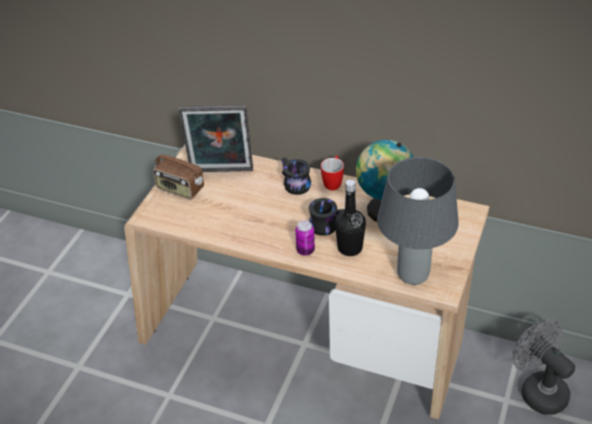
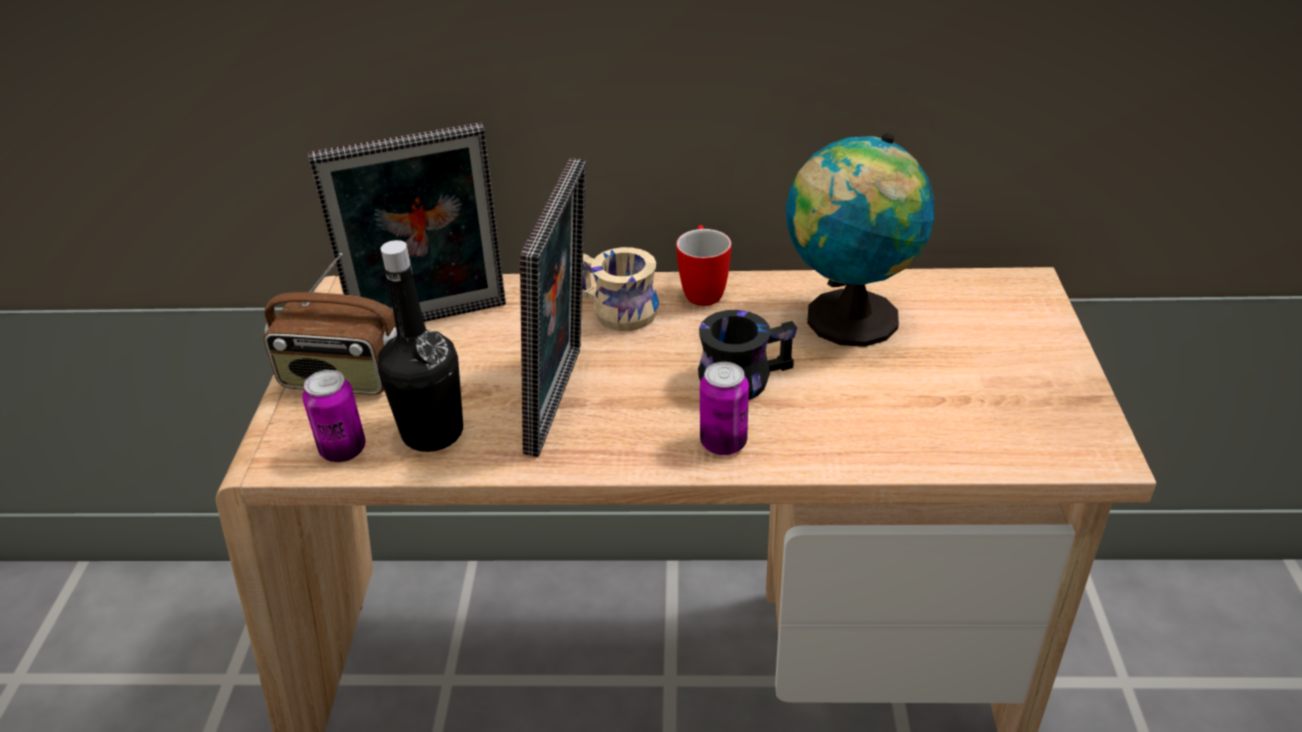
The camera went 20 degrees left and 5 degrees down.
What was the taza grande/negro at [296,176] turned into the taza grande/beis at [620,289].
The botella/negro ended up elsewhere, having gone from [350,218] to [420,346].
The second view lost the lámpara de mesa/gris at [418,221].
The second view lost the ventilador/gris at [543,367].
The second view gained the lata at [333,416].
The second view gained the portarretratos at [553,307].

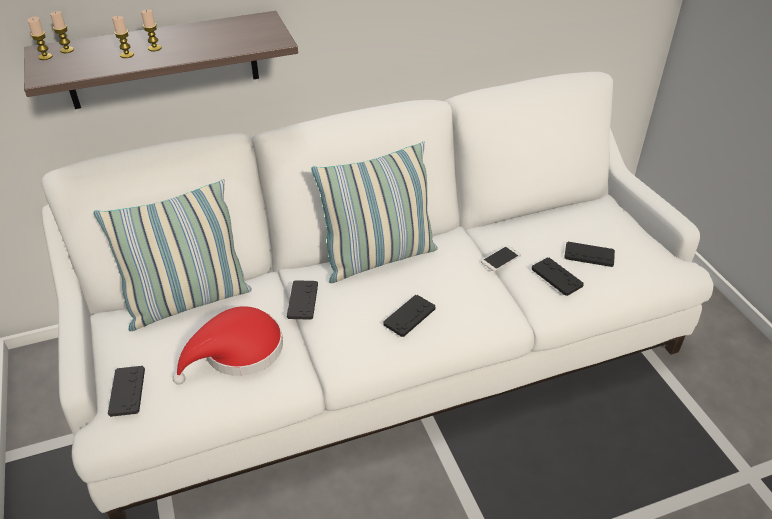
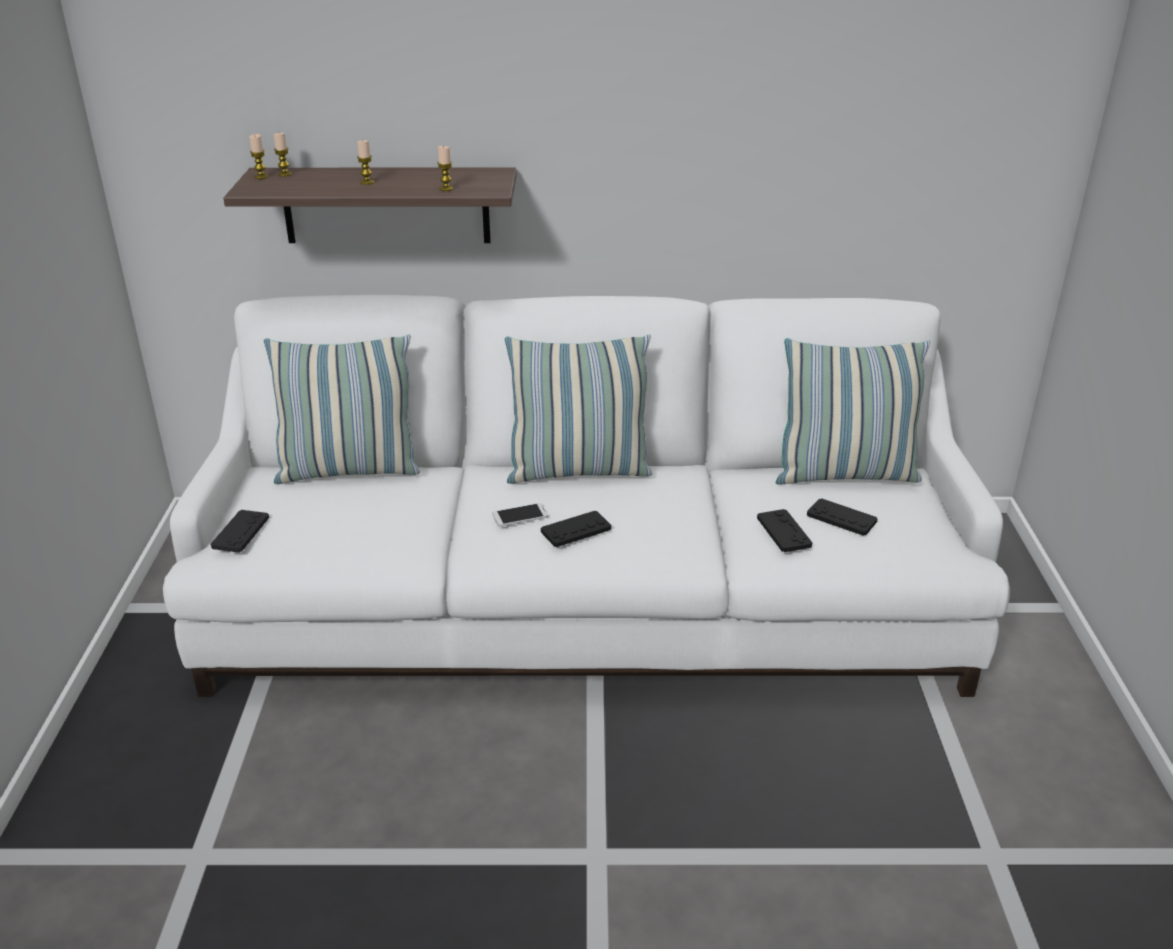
The camera went 20 degrees right and 10 degrees down.
The vela ended up elsewhere, having gone from [123,37] to [445,168].
The second view lost the sombrero/rojo at [228,345].
The second view lost the mando de consola/negro at [302,300].
The móvil ended up elsewhere, having gone from [501,258] to [520,515].
The second view gained the cojín at [853,411].

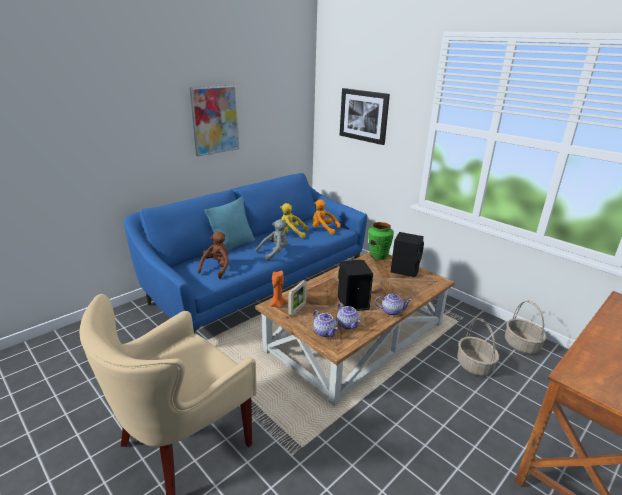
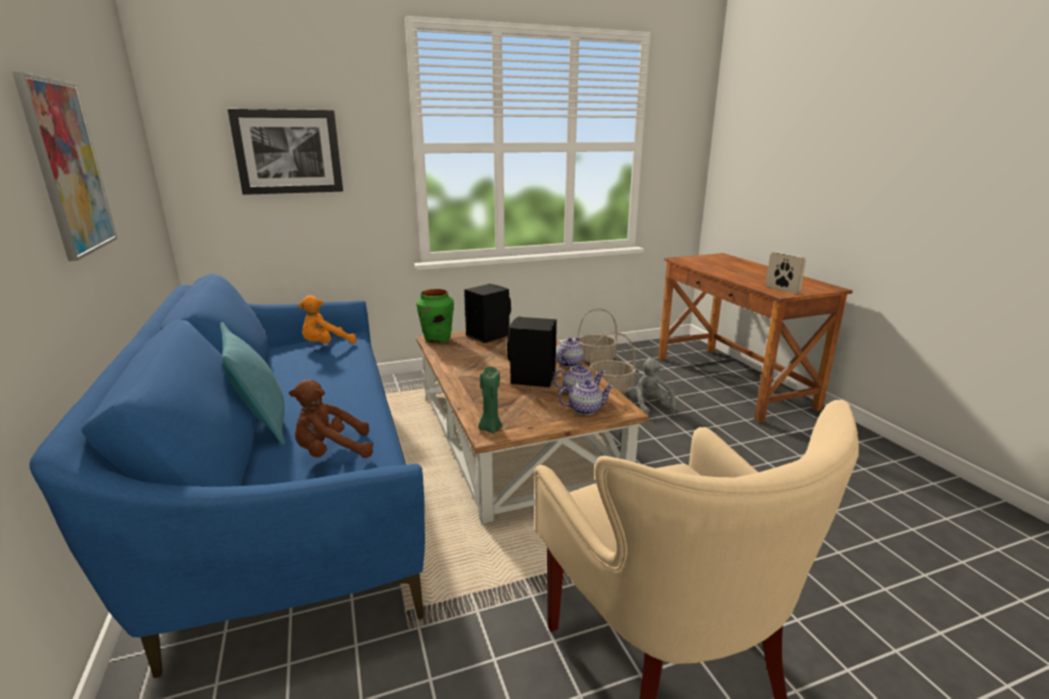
The camera went 65 degrees left and 5 degrees down.
The peluche/marrón at [213,254] ended up facing another way, 60 degrees counterclockwise from before.
The peluche/gris ended up elsewhere, having gone from [271,240] to [652,386].
What was the vela/naranja at [278,289] turned into the vela/verde at [490,400].
The second view lost the peluche/amarillo at [294,220].
The portarretratos ended up elsewhere, having gone from [298,298] to [785,273].

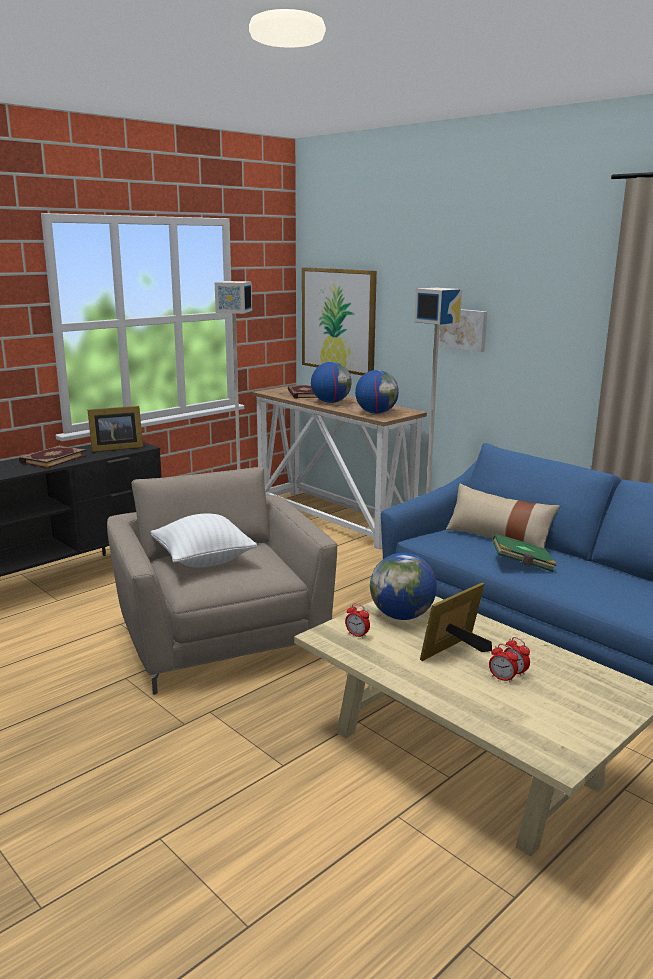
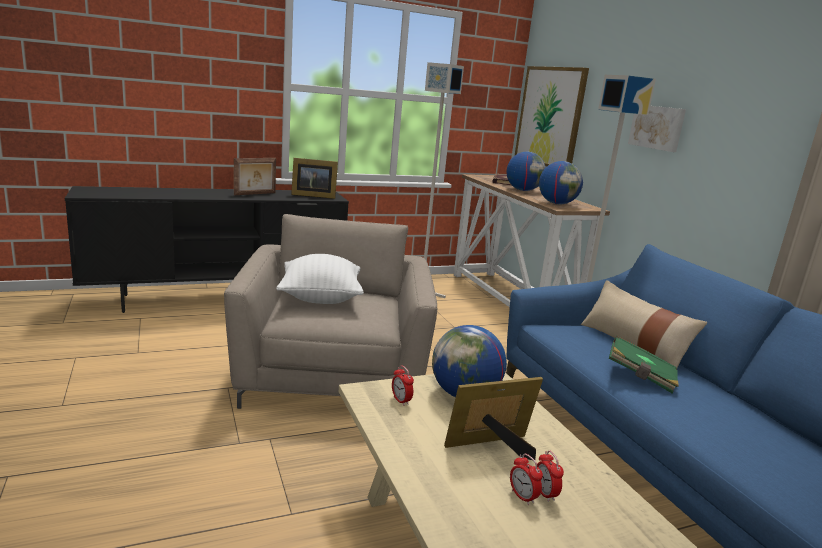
The camera went 20 degrees right and 0 degrees up.
Where the libro stood at [53,457], the portarretratos came to stand at [255,176].

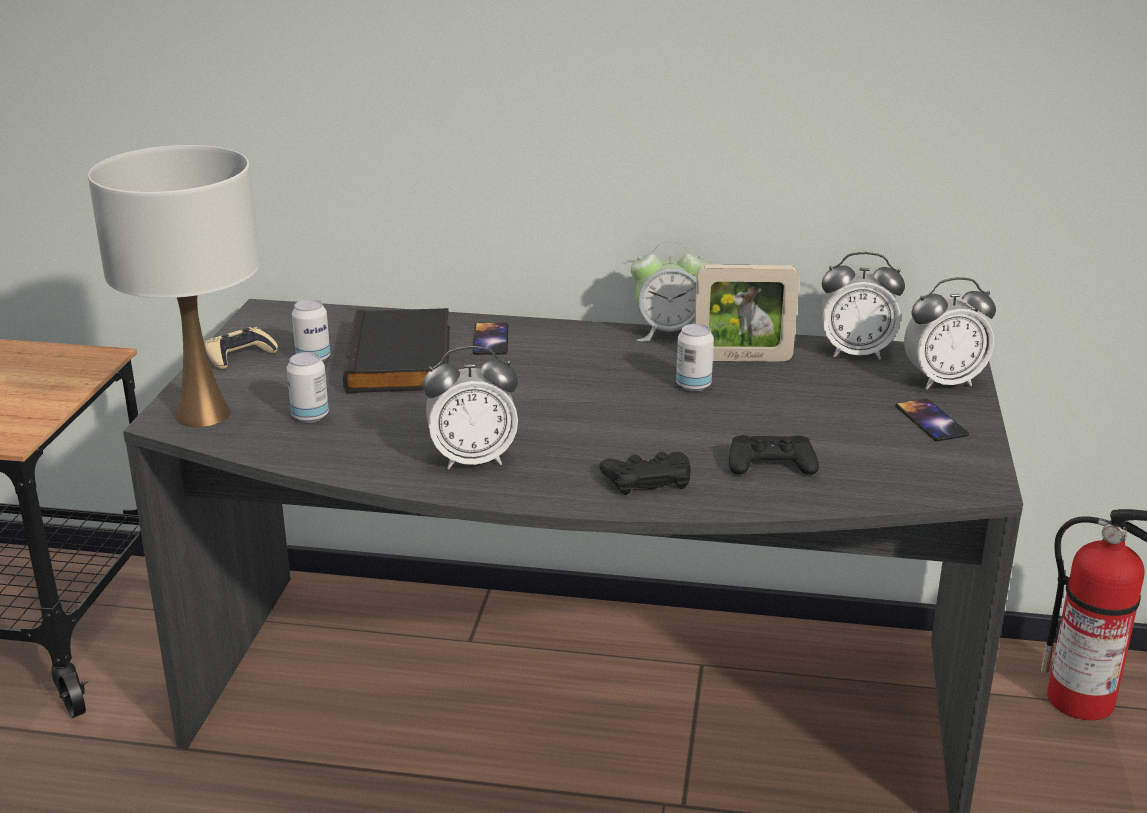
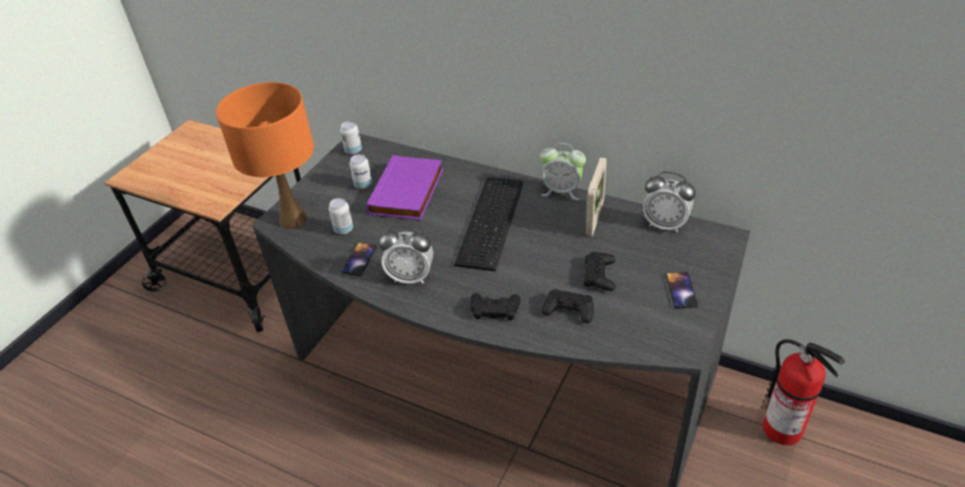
The camera went 20 degrees right and 15 degrees up.
What was the lámpara de mesa/blanco at [174,286] turned into the lámpara de mesa/naranja at [265,155].
The second view lost the mando de consola/beis at [241,348].
What was the libro/negro at [396,351] turned into the libro/morado at [404,187].
The móvil ended up elsewhere, having gone from [490,339] to [359,259].
The lata ended up elsewhere, having gone from [695,357] to [351,137].
The portarretratos at [747,313] ended up facing another way, 90 degrees counterclockwise from before.
The second view lost the despertador at [950,333].
The second view gained the teclado at [489,224].
The second view gained the mando de consola/negro at [600,271].

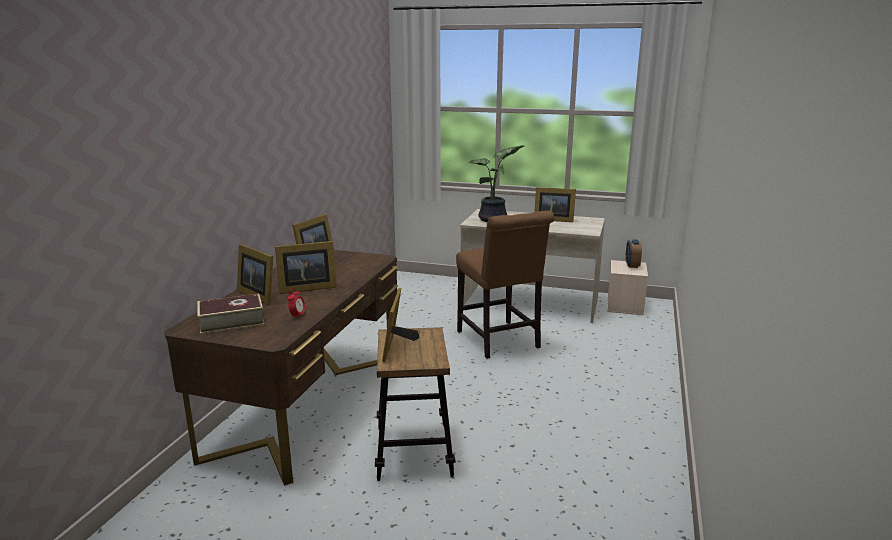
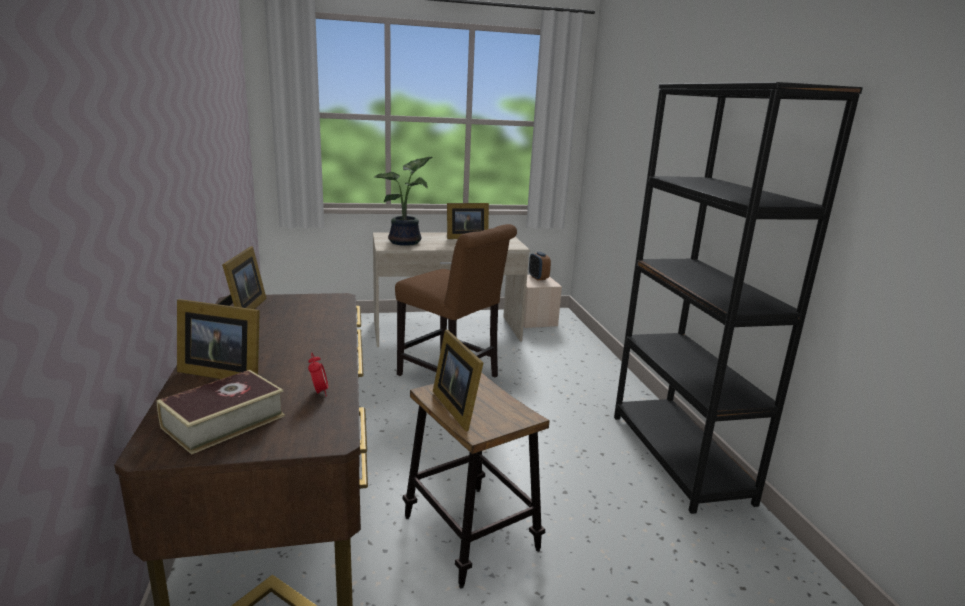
The camera went 30 degrees left and 0 degrees up.
The second view lost the portarretratos at [306,267].
The second view gained the estantería/negro at [738,298].

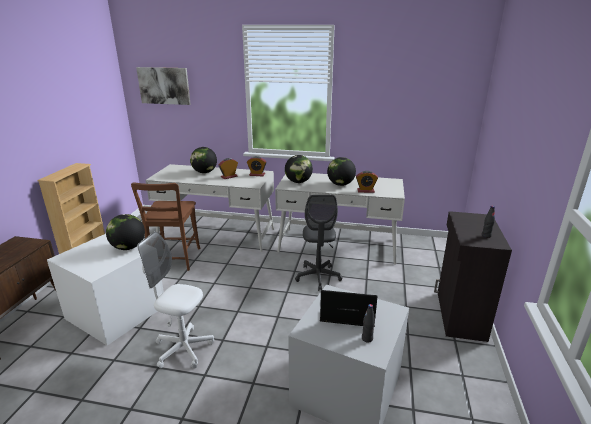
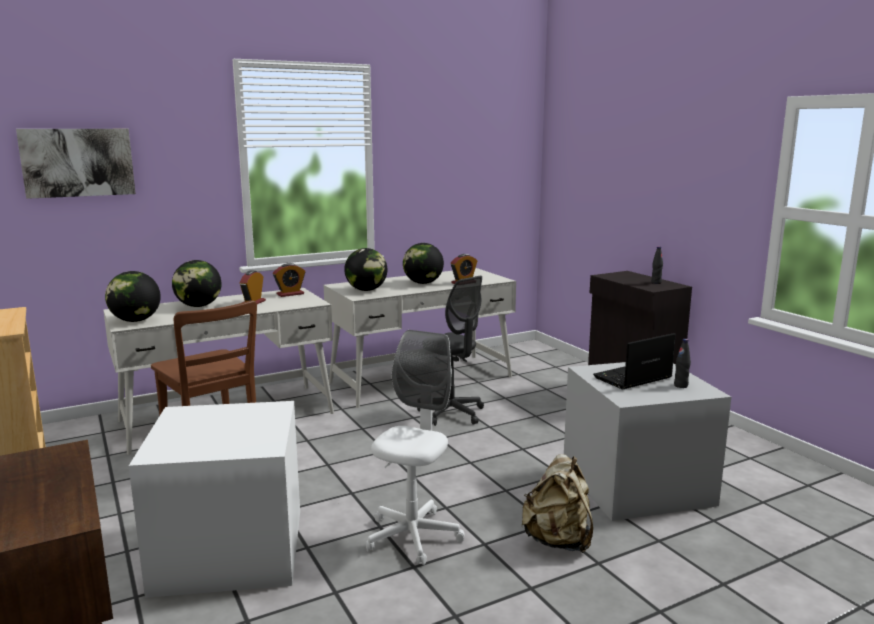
The camera went 40 degrees left and 10 degrees down.
The globo terráqueo ended up elsewhere, having gone from [125,232] to [133,296].
The silla de oficina/blanco at [175,300] ended up facing another way, 135 degrees clockwise from before.
The second view gained the mochila/beis at [557,503].

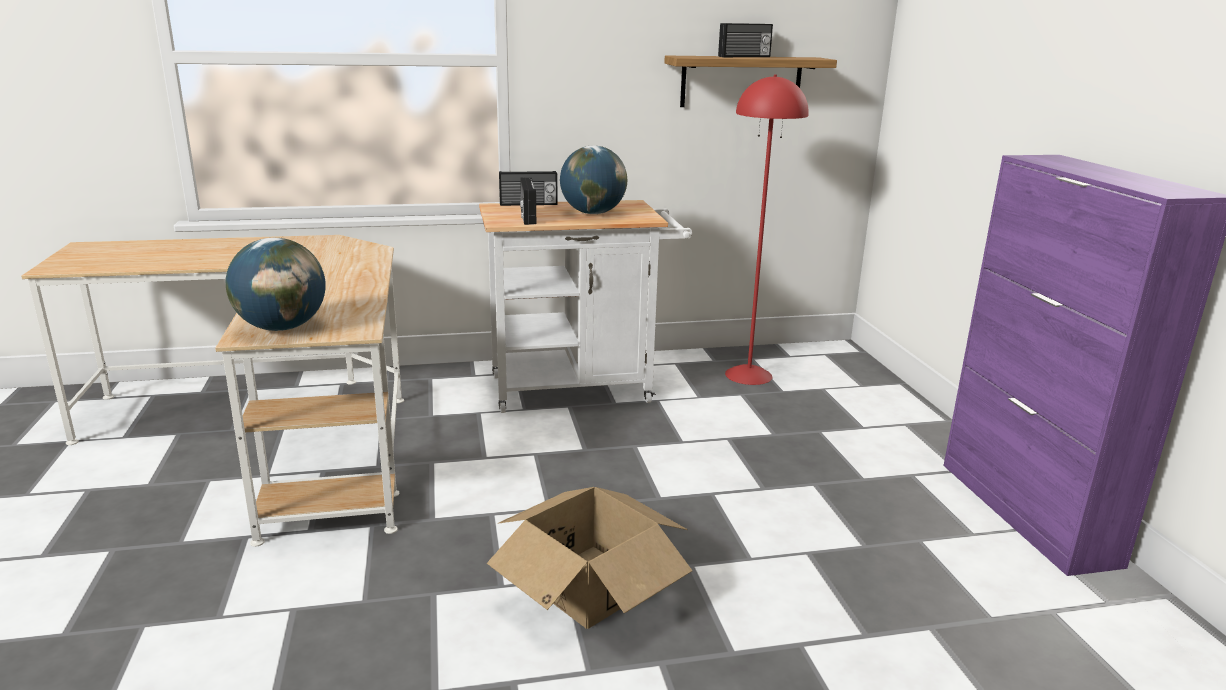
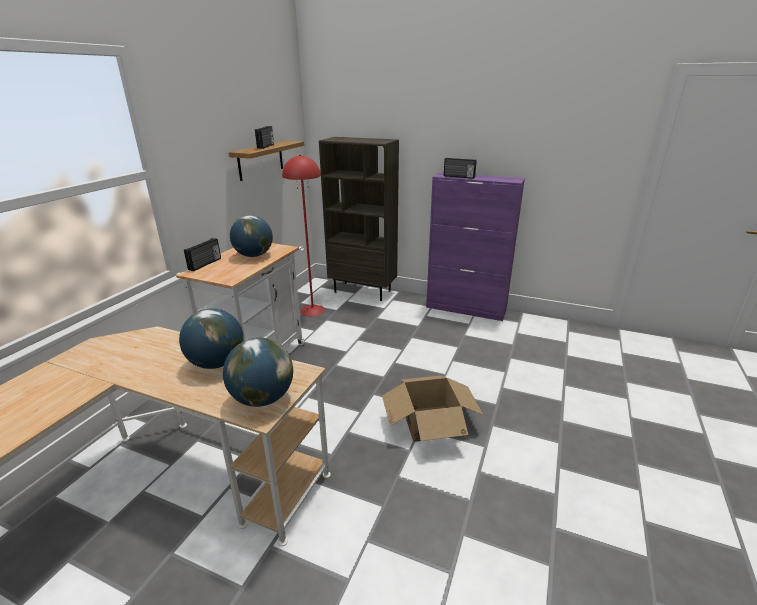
The camera went 55 degrees left and 5 degrees up.
The radio ended up elsewhere, having gone from [528,201] to [460,168].
The second view gained the globo terráqueo at [211,338].
The second view gained the estantería/marrón at [359,219].

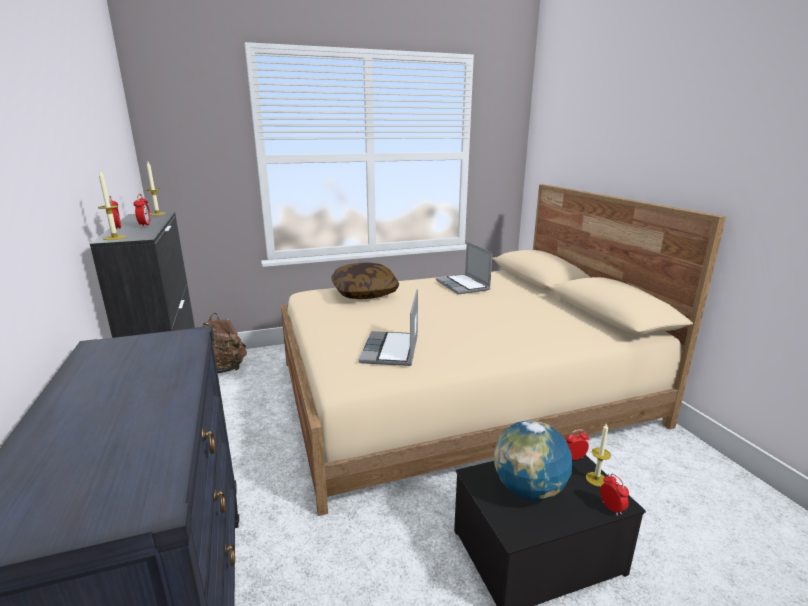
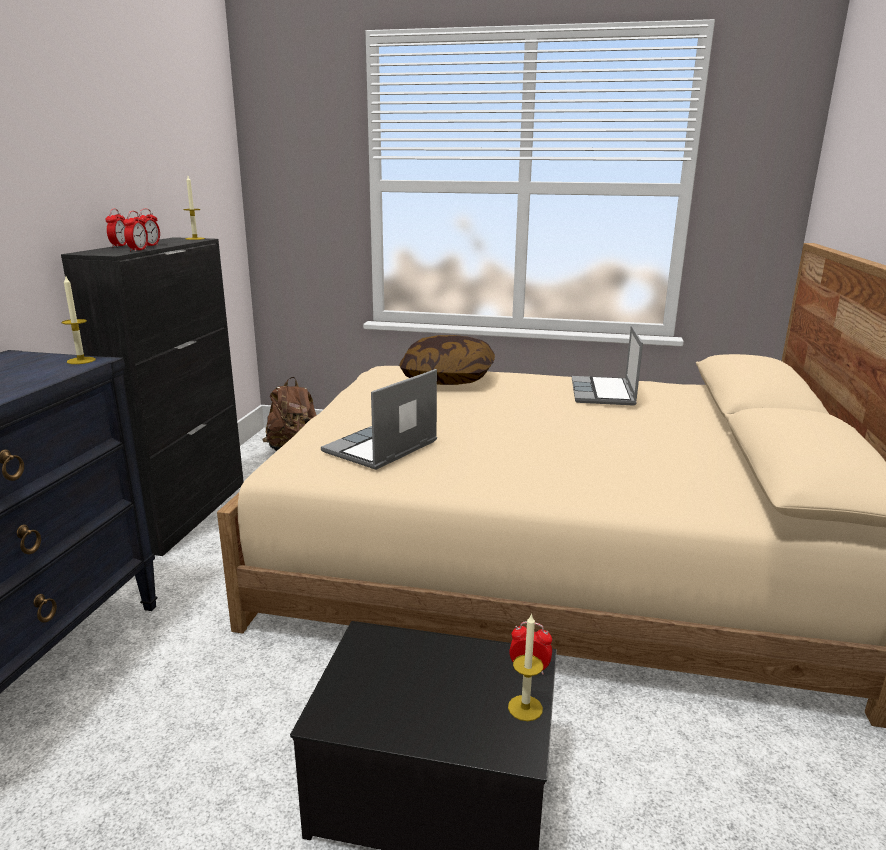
The camera went 30 degrees right and 0 degrees up.
The vela ended up elsewhere, having gone from [112,205] to [78,320].
The second view lost the globo terráqueo at [533,461].
The despertador ended up elsewhere, having gone from [614,494] to [135,231].

